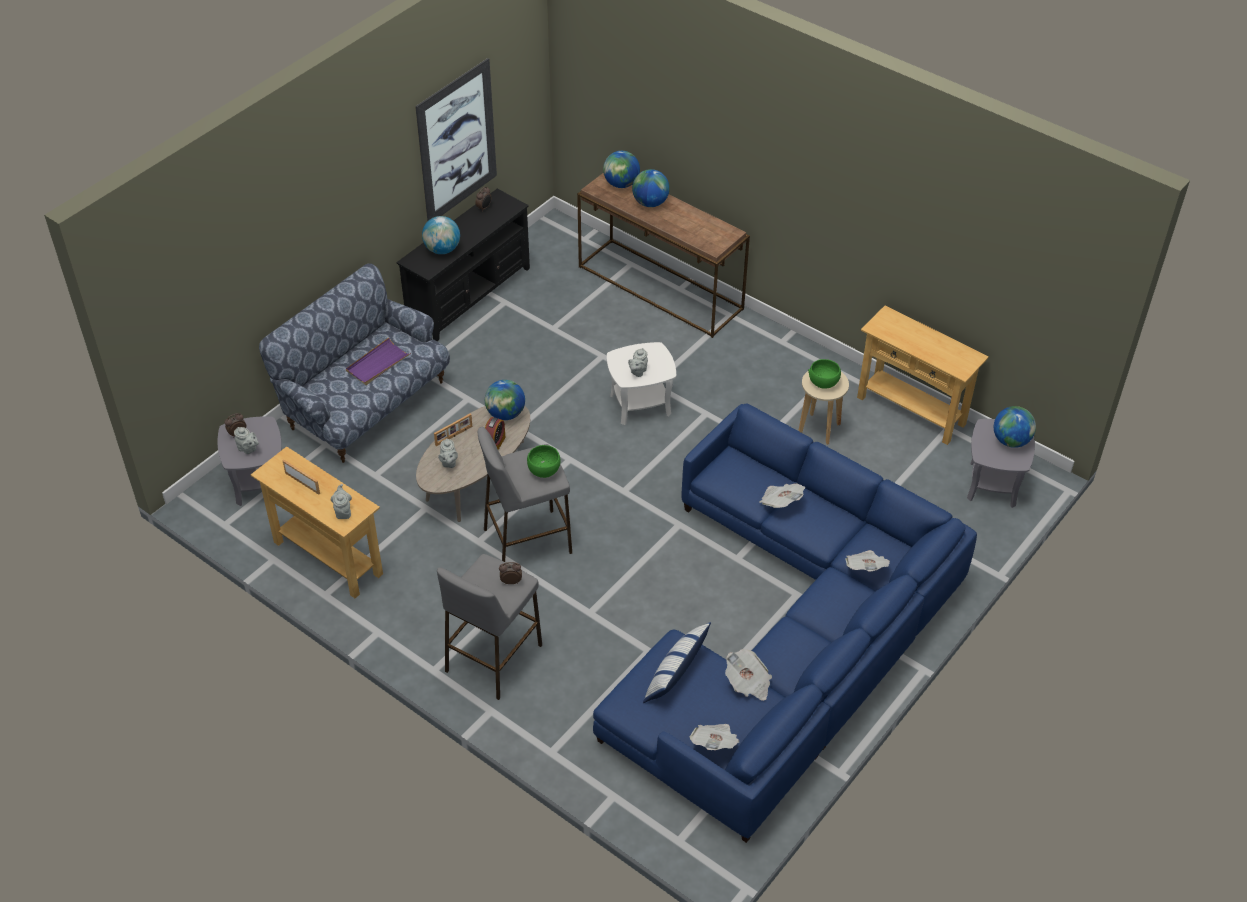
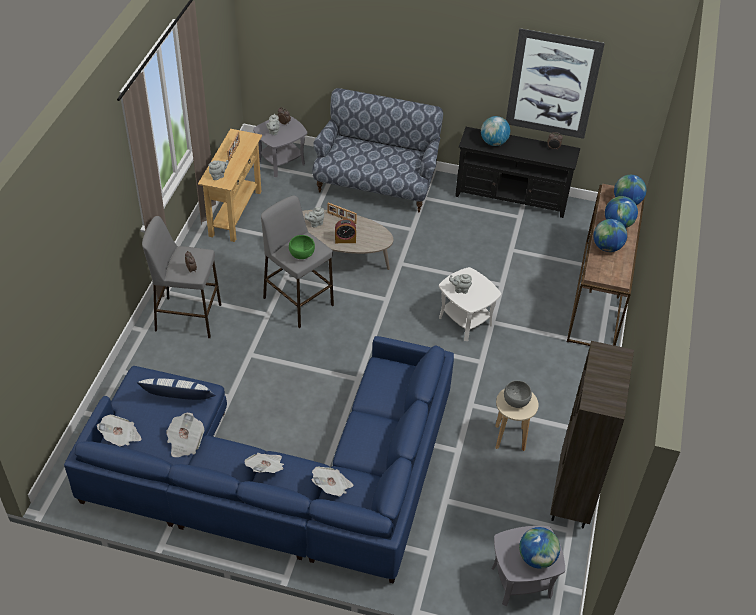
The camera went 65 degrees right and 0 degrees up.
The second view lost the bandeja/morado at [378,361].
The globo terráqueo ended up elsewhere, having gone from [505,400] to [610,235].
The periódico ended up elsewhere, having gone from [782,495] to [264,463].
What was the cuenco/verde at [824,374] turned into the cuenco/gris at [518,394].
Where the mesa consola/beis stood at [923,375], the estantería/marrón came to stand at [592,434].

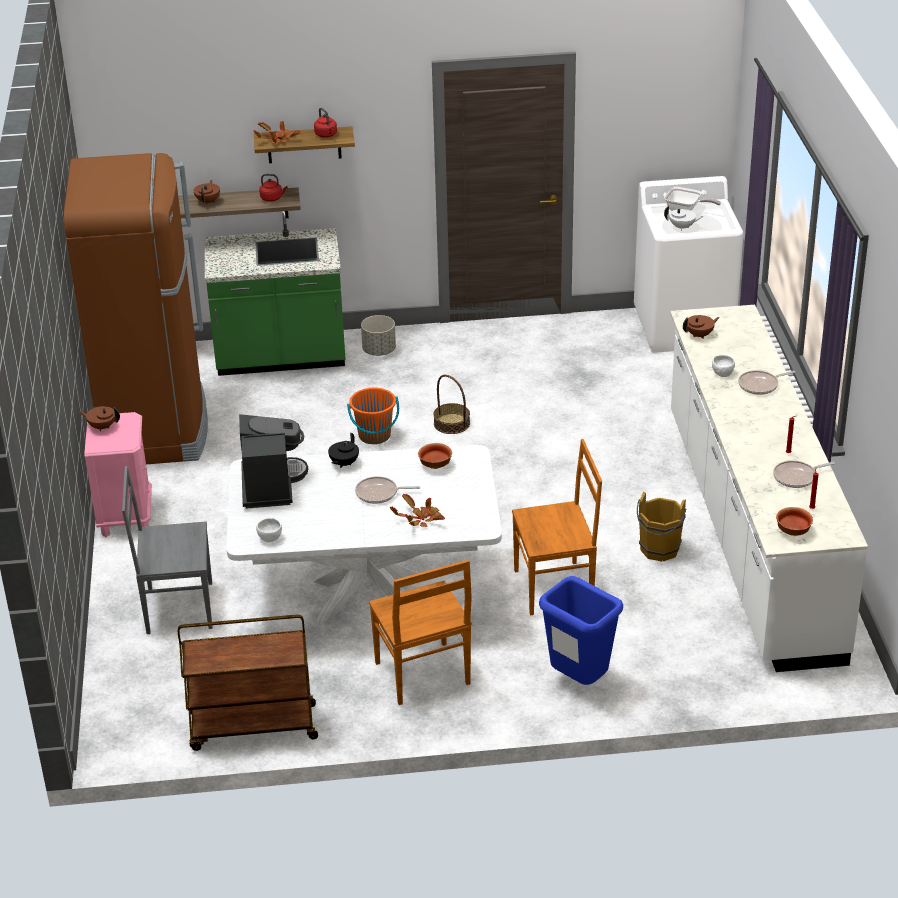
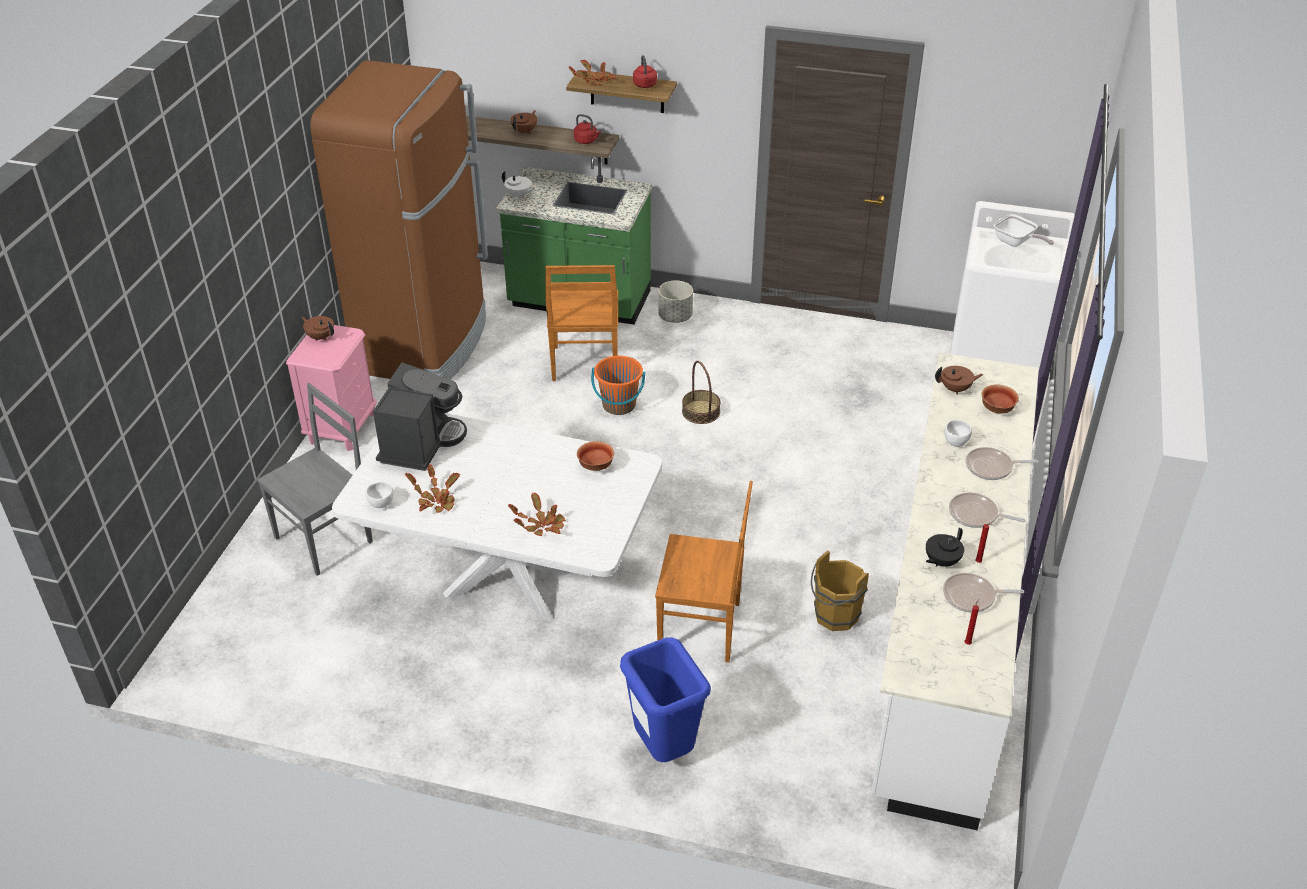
The camera went 20 degrees right and 5 degrees up.
The silla/gris at [167,550] ended up facing another way, 120 degrees clockwise from before.
The second view lost the carrito/marrón at [248,683].
The tetera/negro ended up elsewhere, having gone from [343,450] to [945,547].
The sartén ended up elsewhere, having gone from [387,490] to [987,510].
The silla/marrón ended up elsewhere, having gone from [420,632] to [581,323].
The tetera/blanco ended up elsewhere, having gone from [684,218] to [519,185].
The cuenco ended up elsewhere, having gone from [794,521] to [1000,399].
The second view gained the planta en maceta at [432,488].

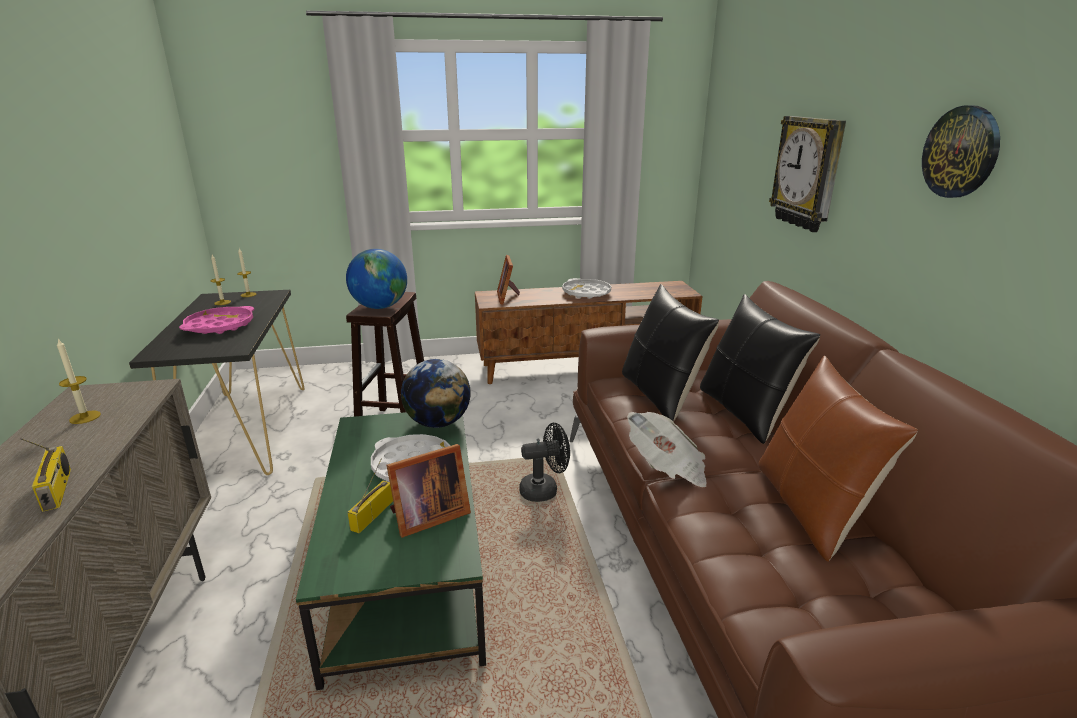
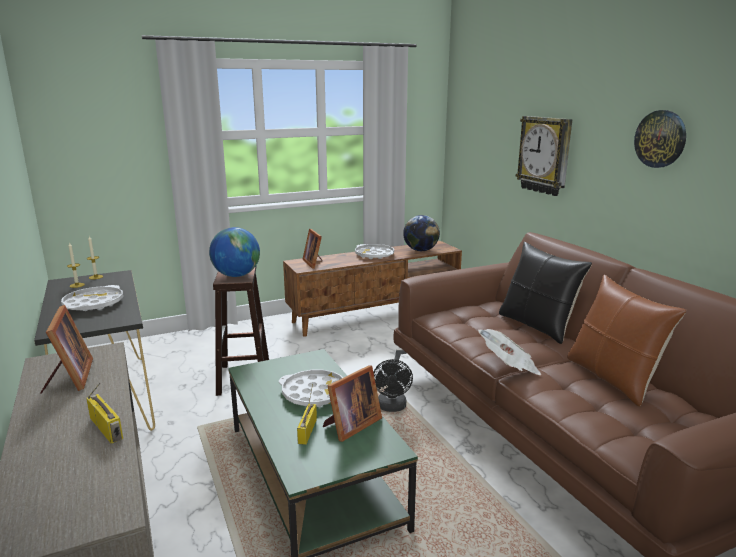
The camera went 15 degrees left and 5 degrees down.
Where the vela stood at [79,381], the portarretratos came to stand at [66,349].
What was the bandeja/rosa at [216,320] turned into the bandeja/blanco at [92,298].
The globo terráqueo ended up elsewhere, having gone from [436,393] to [421,233].
The ventilador/negro at [544,462] ended up facing another way, 120 degrees clockwise from before.
The second view lost the cojín/negro at [670,353].

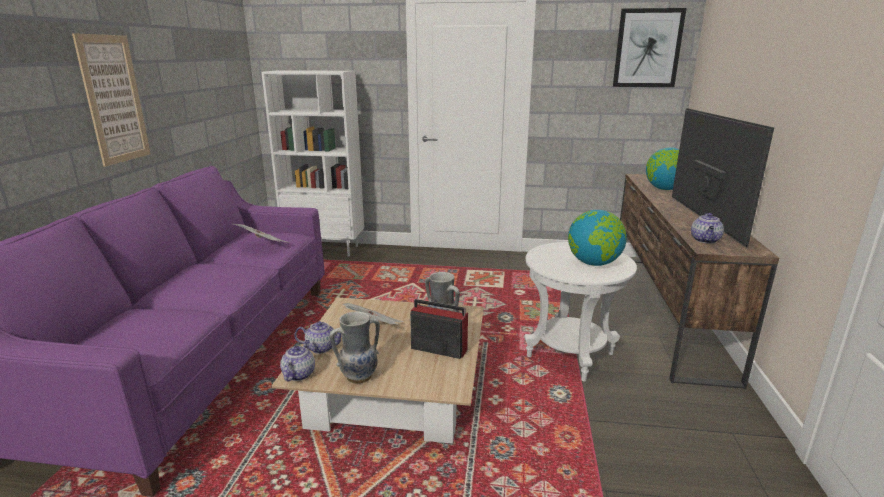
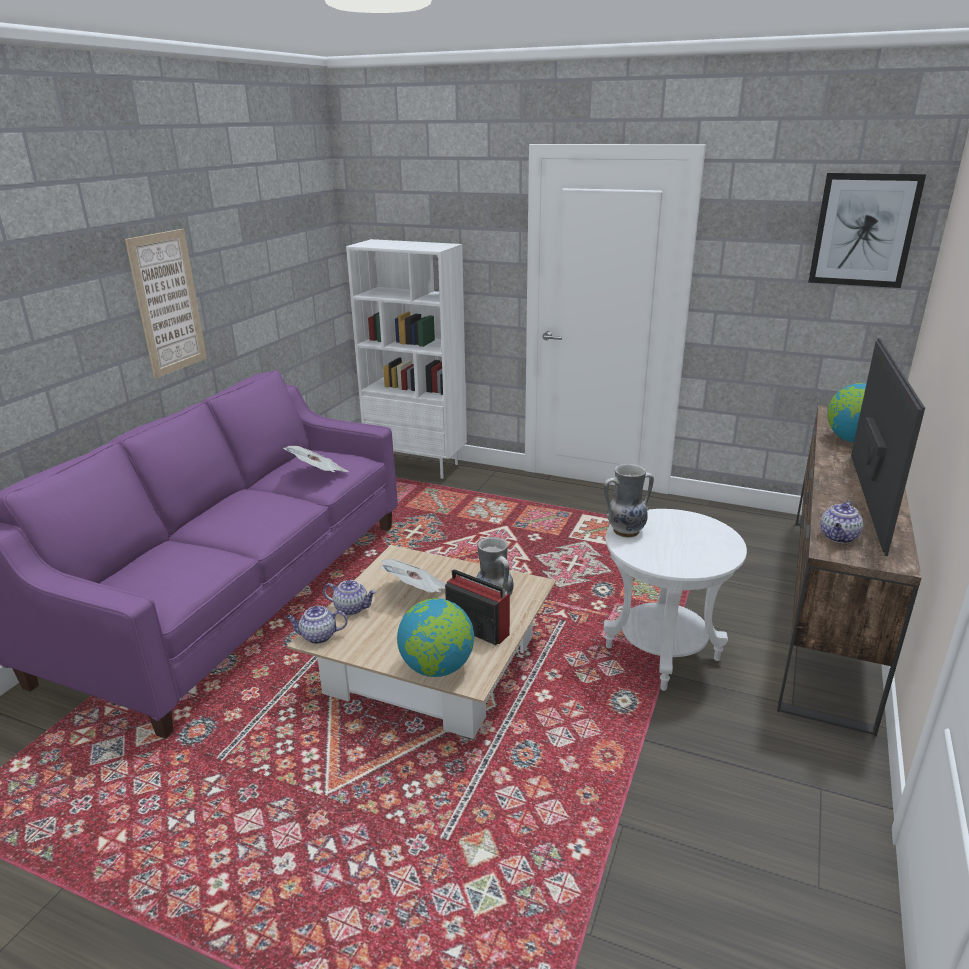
The camera went 15 degrees right and 5 degrees up.
The tetera at [297,361] ended up facing another way, 120 degrees counterclockwise from before.
The florero ended up elsewhere, having gone from [355,347] to [629,500].
The globo terráqueo ended up elsewhere, having gone from [597,238] to [435,637].

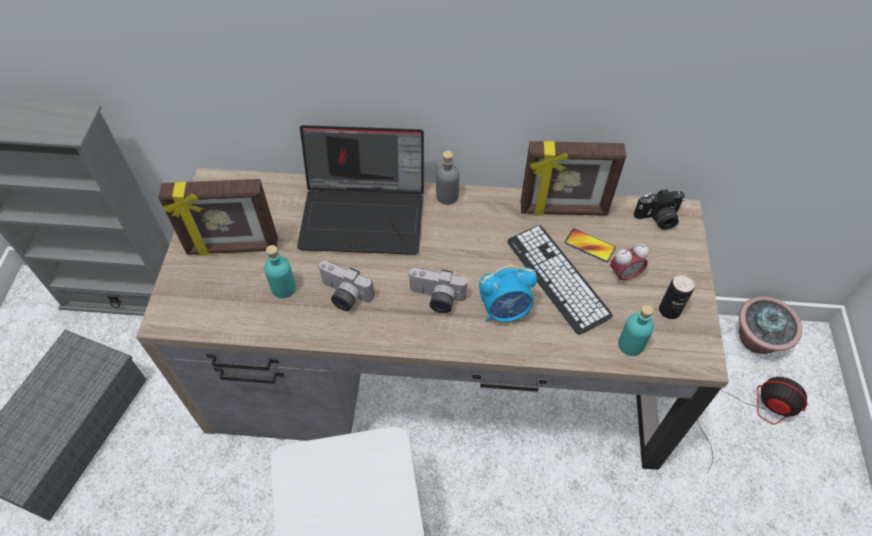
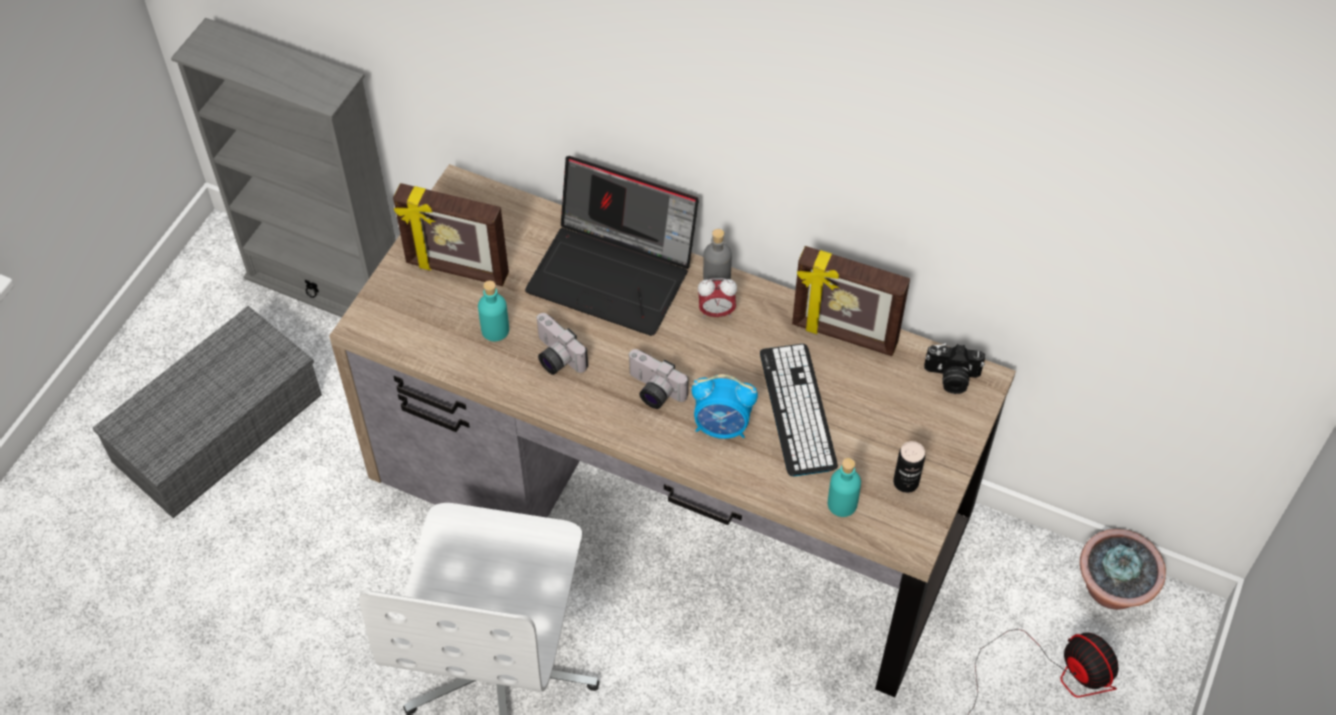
The camera went 20 degrees right and 0 degrees up.
The second view lost the móvil at [590,245].
The despertador ended up elsewhere, having gone from [629,263] to [717,298].

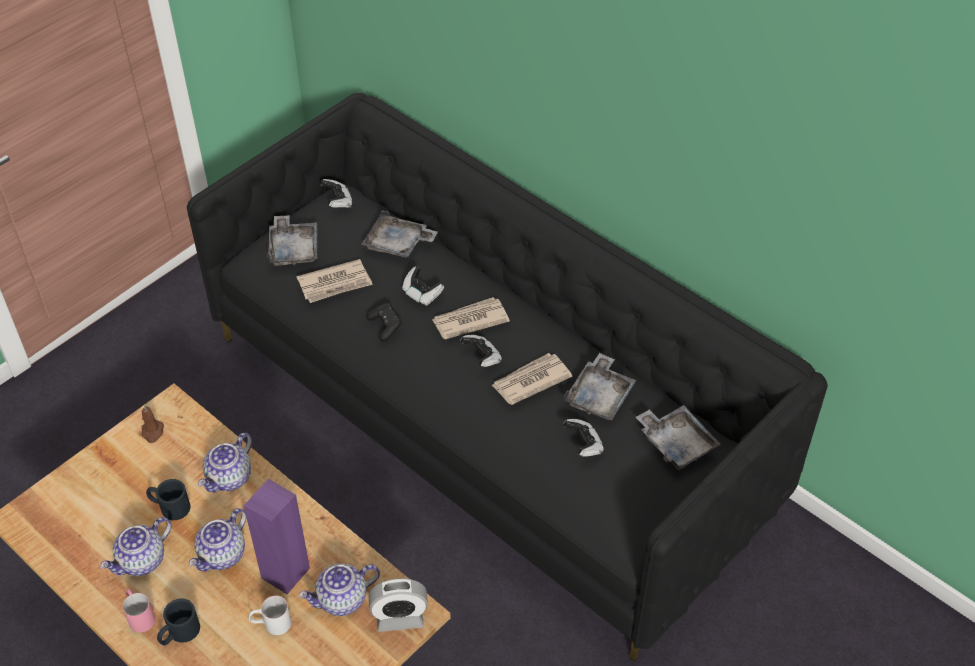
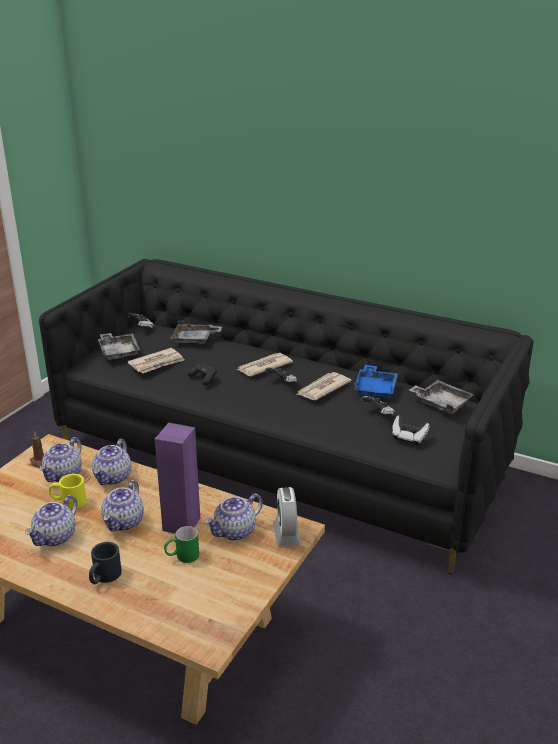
The camera went 15 degrees left and 20 degrees down.
The second view lost the taza grande/rosa at [139,611].
What was the taza grande/negro at [168,499] turned into the taza grande/amarillo at [68,491].
What was the taza grande/blanco at [270,615] turned into the taza grande/verde at [181,544].
The despertador at [398,605] ended up facing another way, 105 degrees clockwise from before.
The mando de consola ended up elsewhere, having gone from [423,286] to [411,430].
What was the bandeja/gris at [600,386] turned into the bandeja/azul at [376,381].
The second view gained the tetera at [60,459].

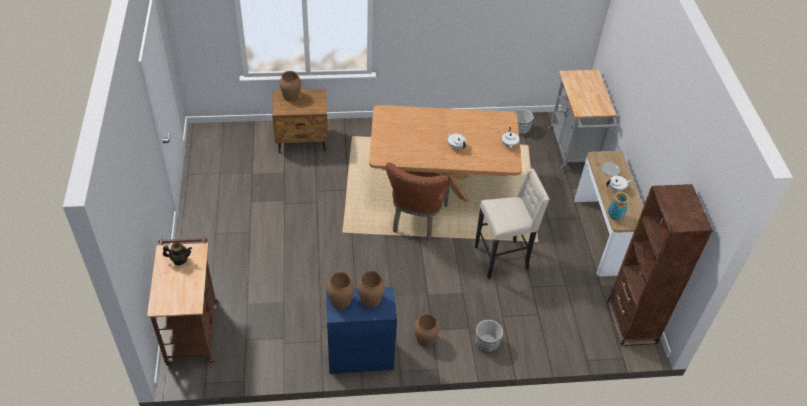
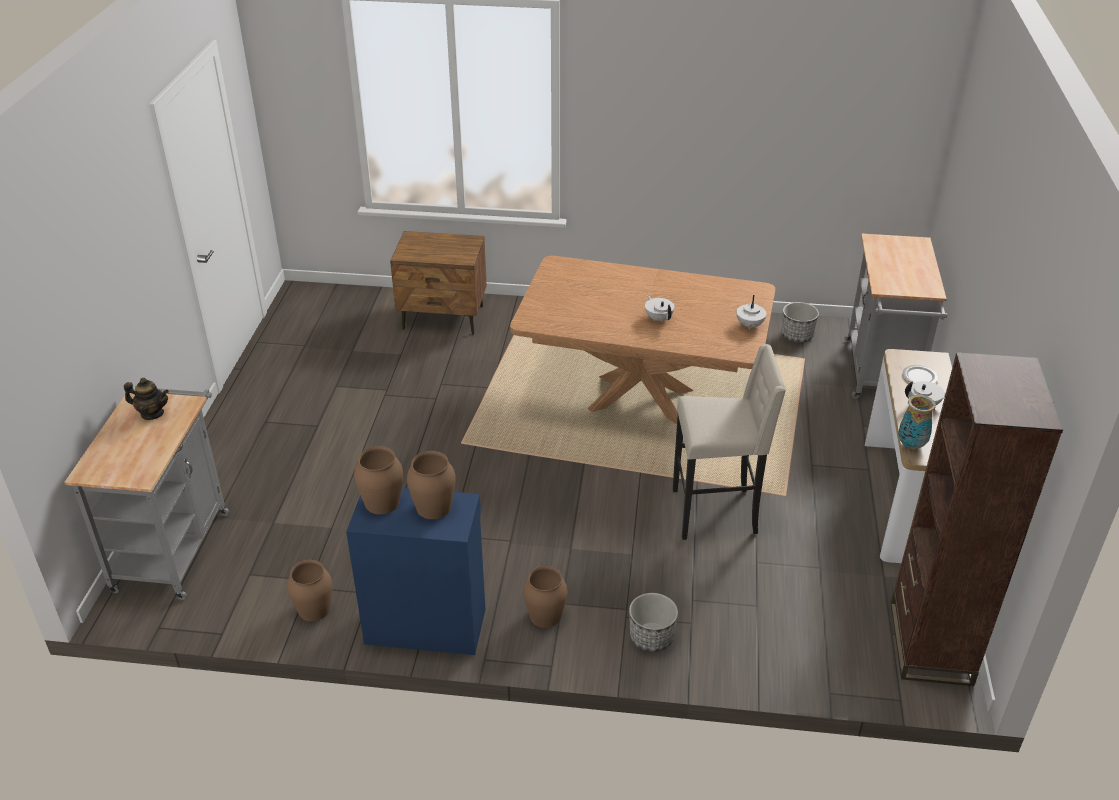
The camera went 15 degrees right and 10 degrees down.
What was the carrito/marrón at [182,301] turned into the carrito/gris at [146,494].
The florero/marrón ended up elsewhere, having gone from [290,86] to [309,590].
The second view lost the silla/marrón at [418,201].

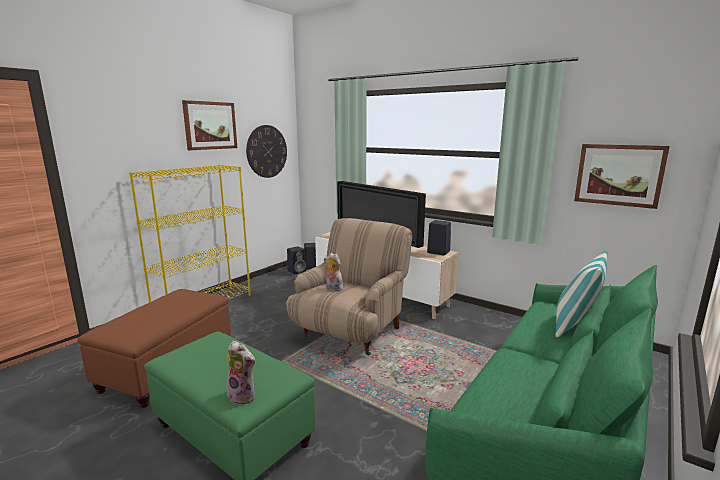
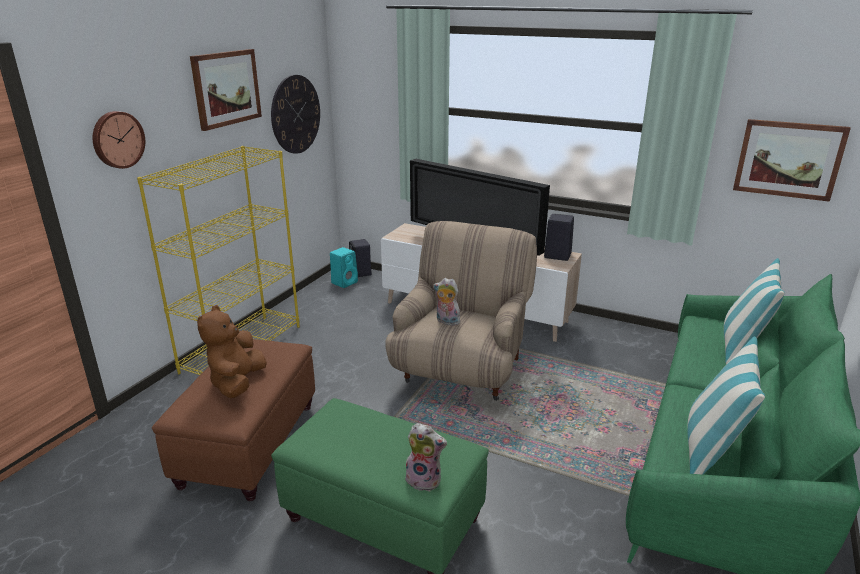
The camera went 10 degrees left and 10 degrees up.
What was the altavoz/negro at [296,260] turned into the altavoz/turquesa at [344,267].
The second view gained the reloj de pared at [119,140].
The second view gained the peluche/marrón at [232,351].
The second view gained the cojín at [726,405].

